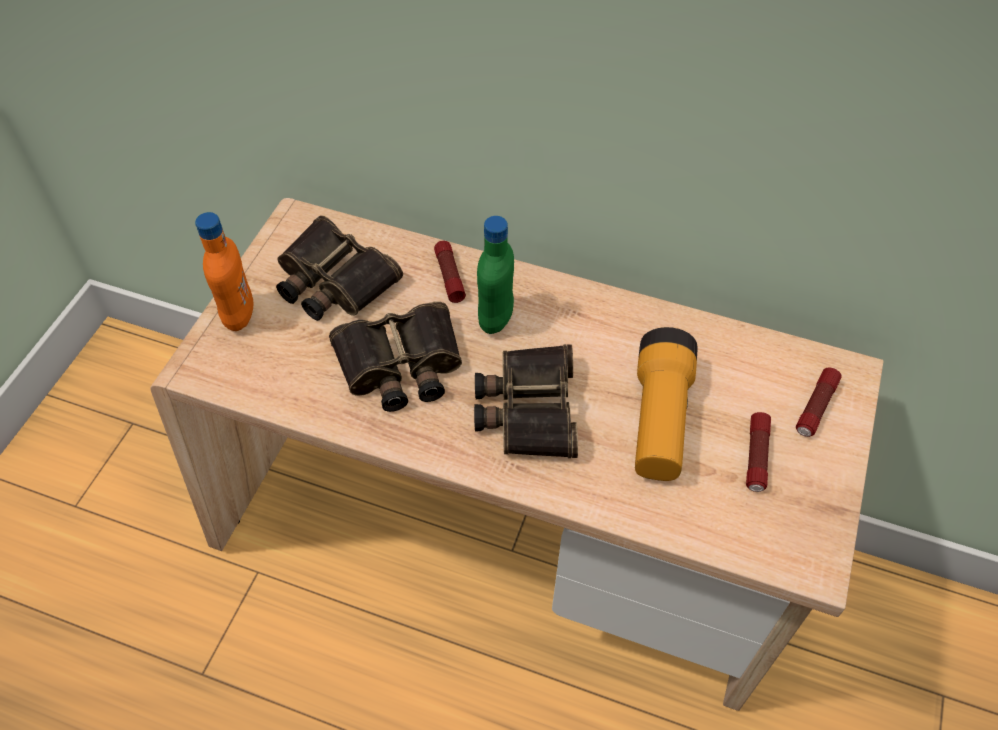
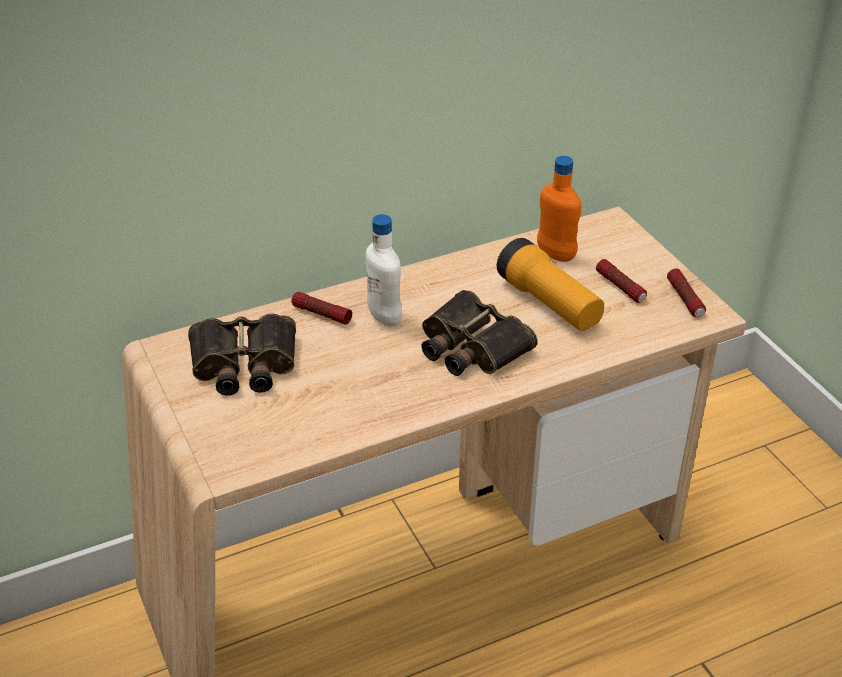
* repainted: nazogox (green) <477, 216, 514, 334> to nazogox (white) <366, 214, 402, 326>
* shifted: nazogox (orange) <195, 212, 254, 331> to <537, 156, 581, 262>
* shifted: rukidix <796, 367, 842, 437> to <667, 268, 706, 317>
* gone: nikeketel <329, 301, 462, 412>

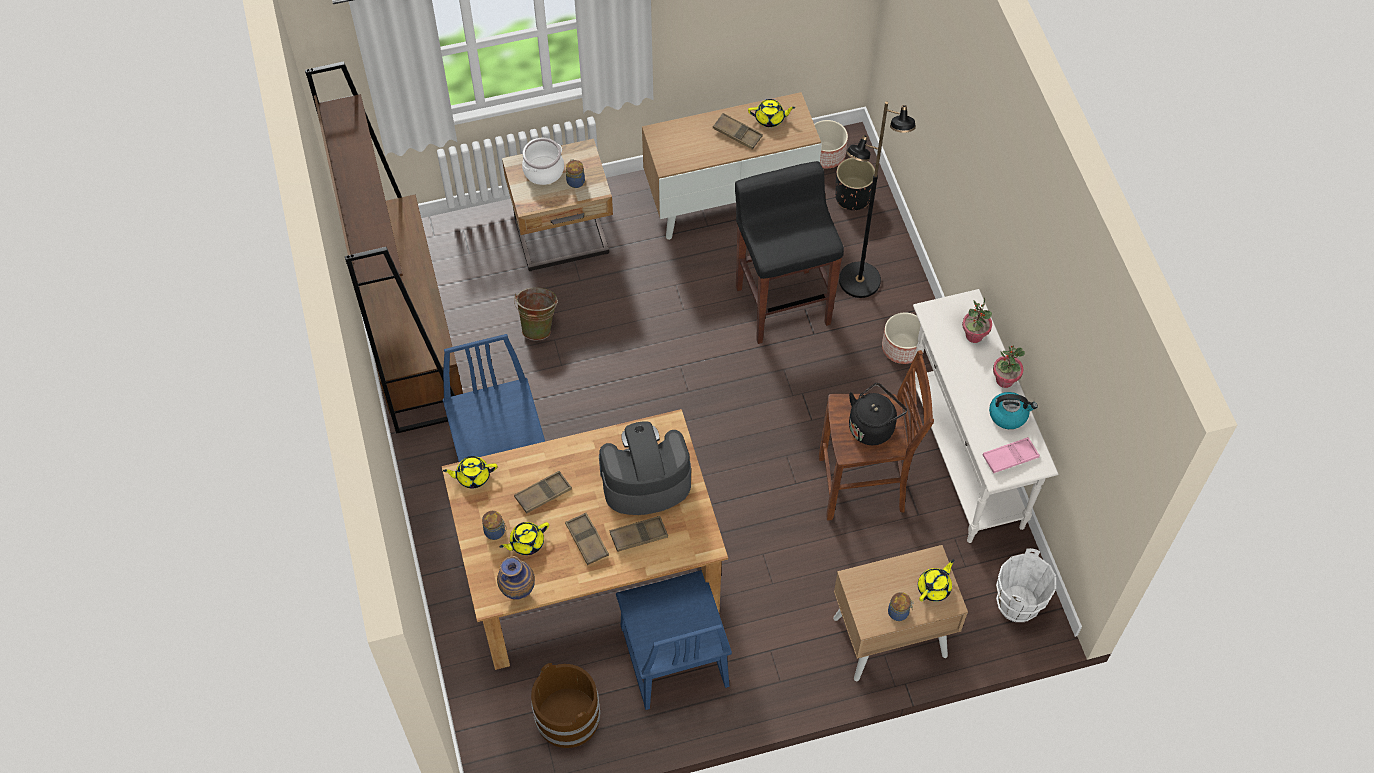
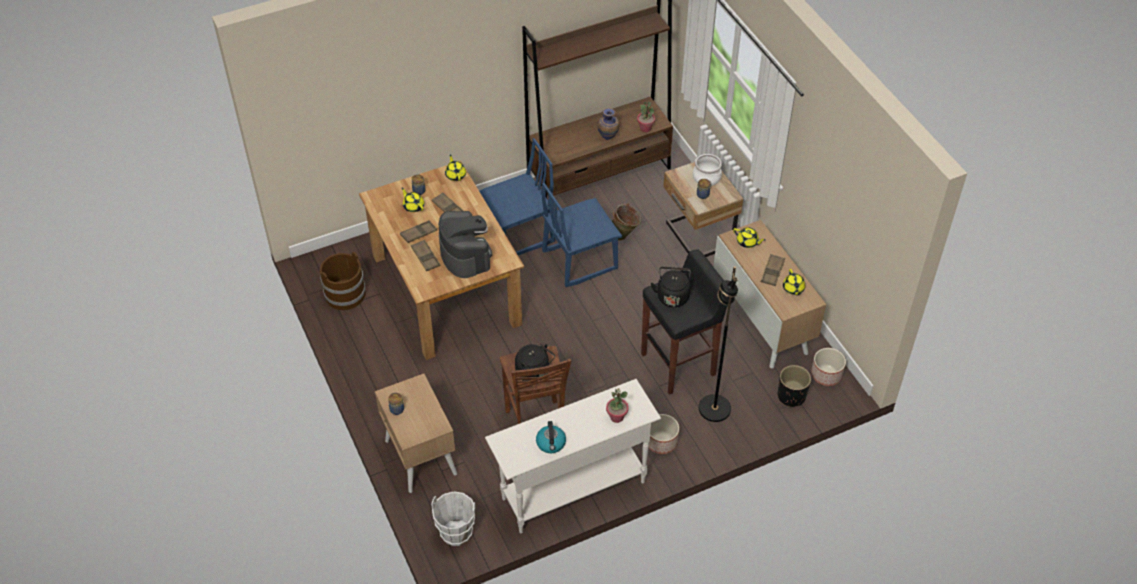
* shifted: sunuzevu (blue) <616, 570, 732, 710> to <542, 183, 622, 287>
* shifted: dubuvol <497, 556, 535, 600> to <597, 108, 619, 140>
* shifted: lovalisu <993, 345, 1025, 388> to <637, 102, 655, 132>
* new: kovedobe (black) <651, 267, 691, 307>
* shifted: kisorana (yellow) <918, 559, 954, 602> to <733, 227, 765, 248>
* gone: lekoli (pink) <983, 437, 1040, 473>

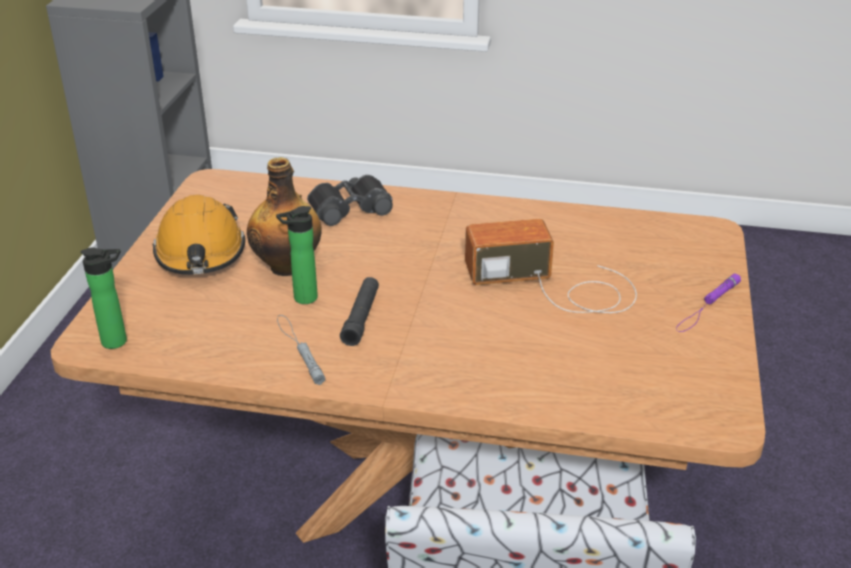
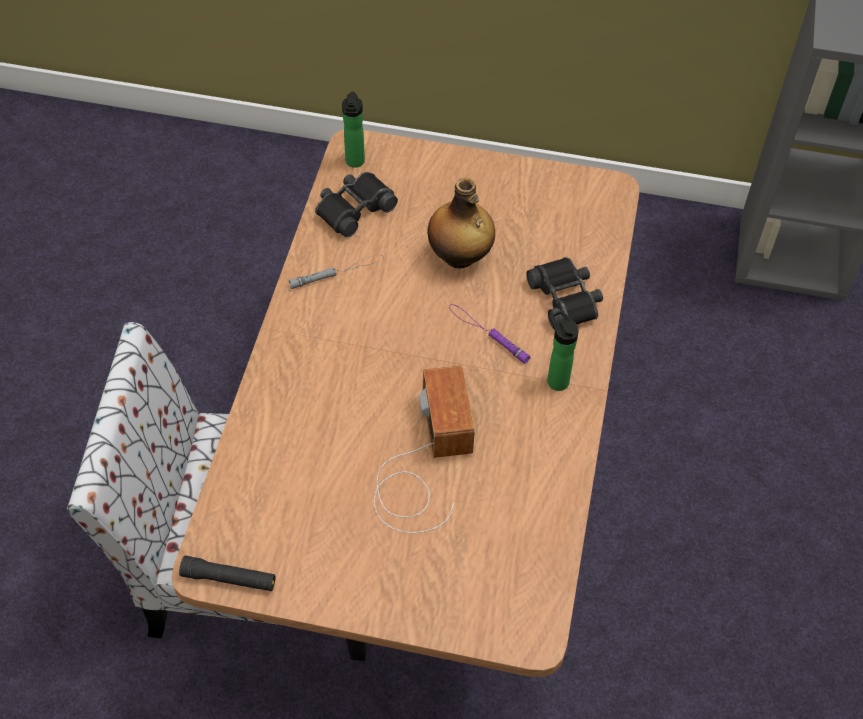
* shifted: rukidix (black) <340, 277, 379, 346> to <179, 556, 276, 591>
* new: nikeketel (black) <315, 172, 398, 238>
* shifted: rukidix (purple) <676, 273, 741, 332> to <449, 304, 530, 364>
* shifted: nazogox <276, 206, 318, 304> to <547, 310, 579, 391>
* gone: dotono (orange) <152, 195, 245, 275>

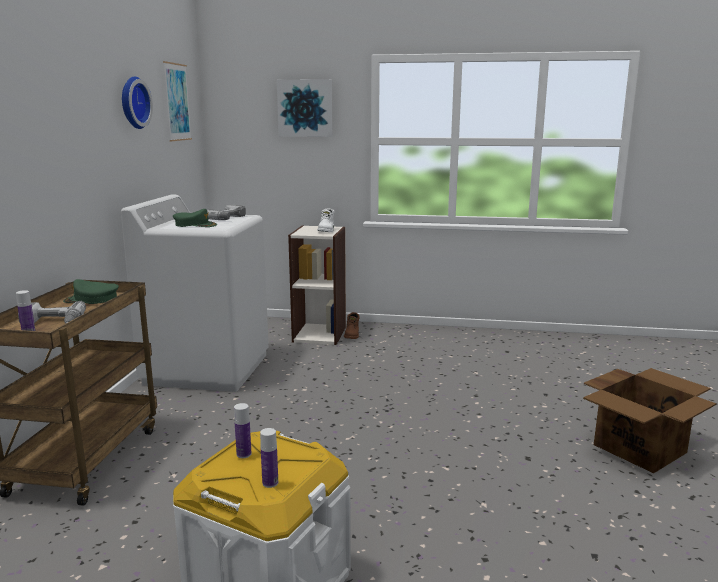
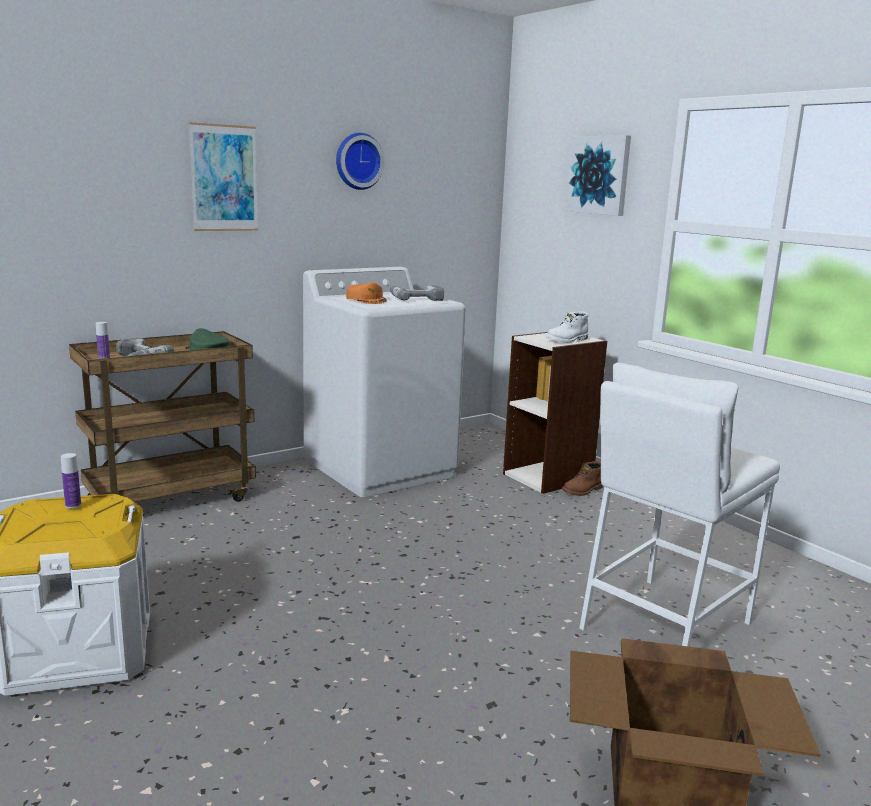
* shifted: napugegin <163, 61, 192, 141> to <189, 122, 258, 231>
* repainted: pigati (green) <173, 209, 217, 227> to pigati (orange) <346, 283, 387, 304>
* new: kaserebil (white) <579, 363, 780, 647>
* gone: nazogox <260, 428, 278, 488>

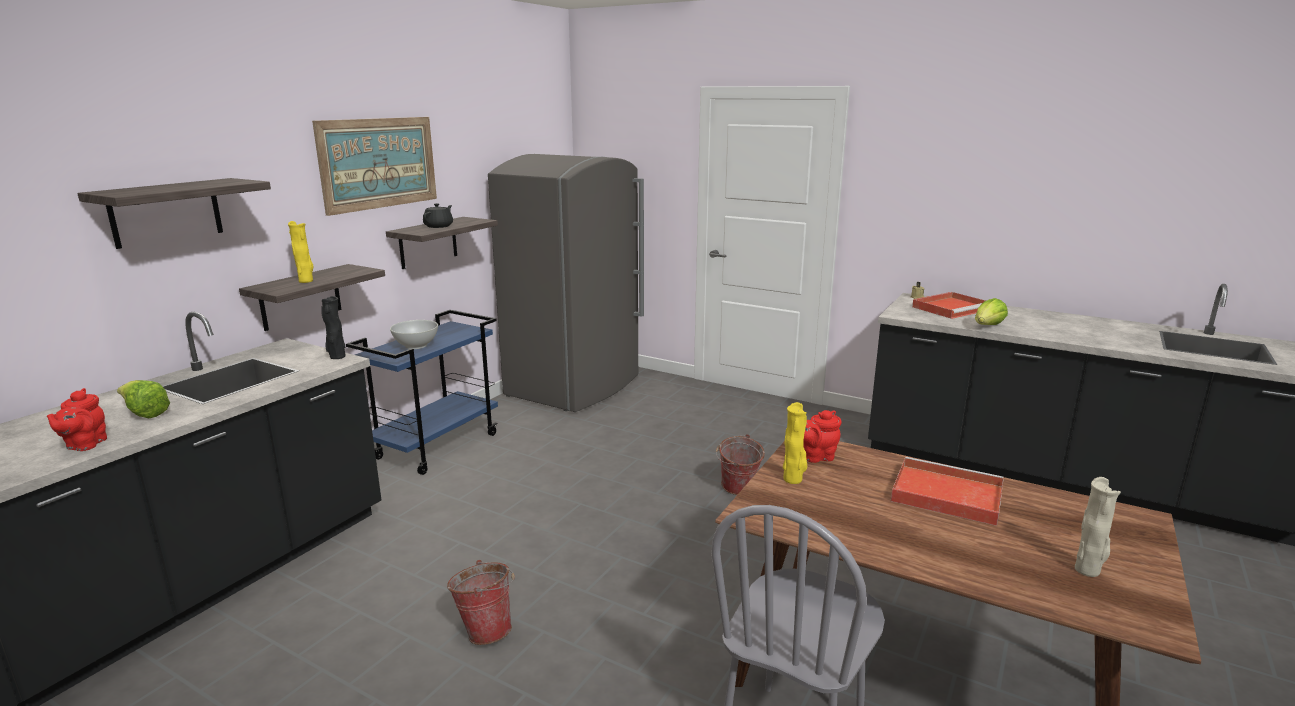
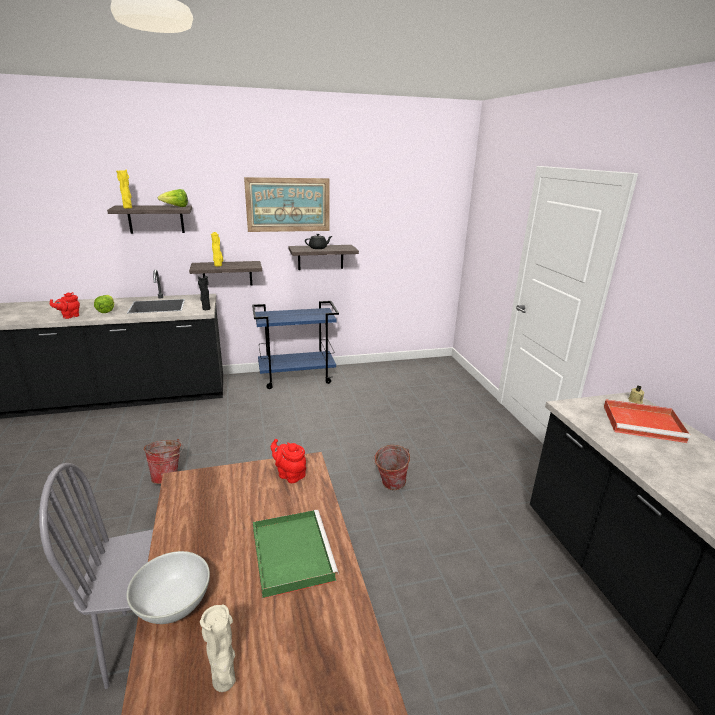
* shifted: dubuvol (yellow) <783, 402, 807, 484> to <116, 170, 132, 209>
* shifted: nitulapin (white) <390, 320, 438, 349> to <126, 551, 210, 624>
* shifted: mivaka <975, 298, 1008, 325> to <158, 189, 188, 207>
* repainted: lekoli (red) <891, 457, 1004, 526> to lekoli (green) <253, 510, 339, 599>
* gone: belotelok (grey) <488, 154, 644, 412>

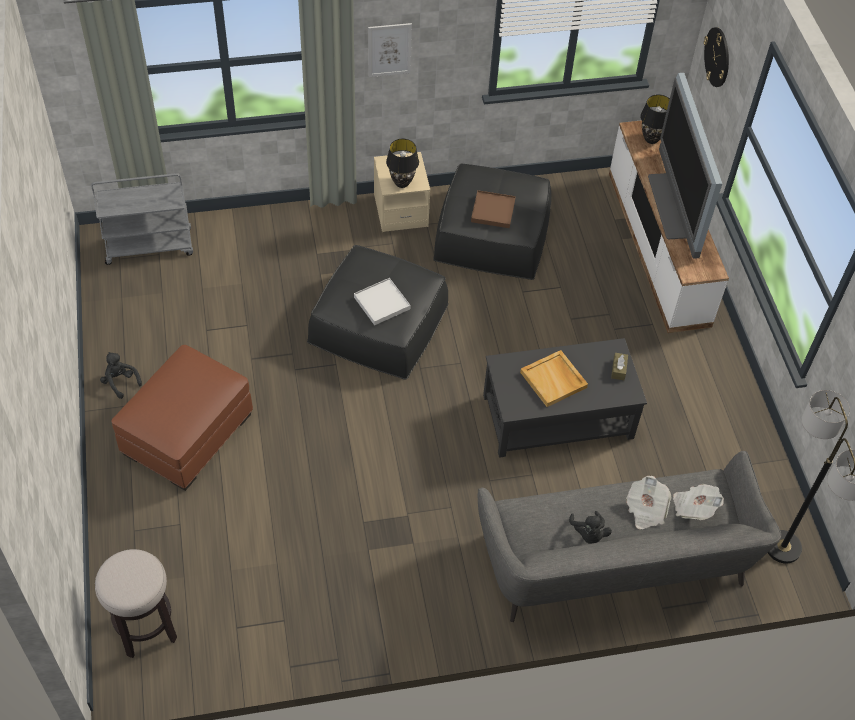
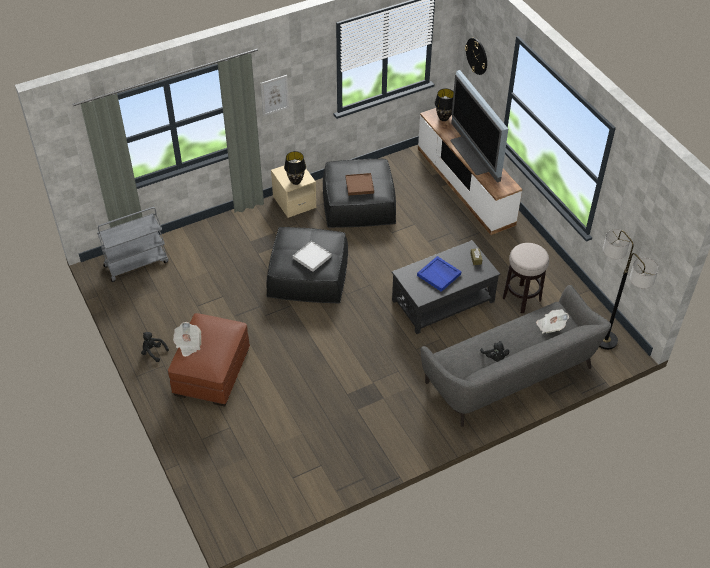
* shifted: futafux <626, 476, 672, 529> to <173, 322, 201, 357>
* repainted: lekoli (beige) <520, 350, 588, 407> to lekoli (blue) <417, 256, 462, 292>
* shifted: kaserebil <95, 549, 177, 658> to <503, 243, 549, 313>

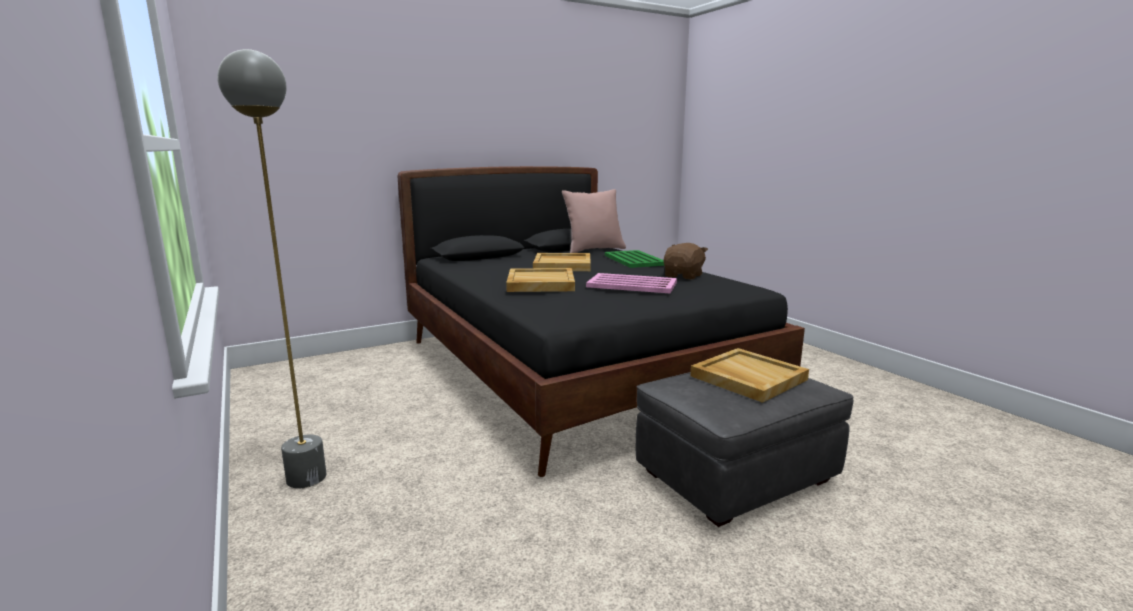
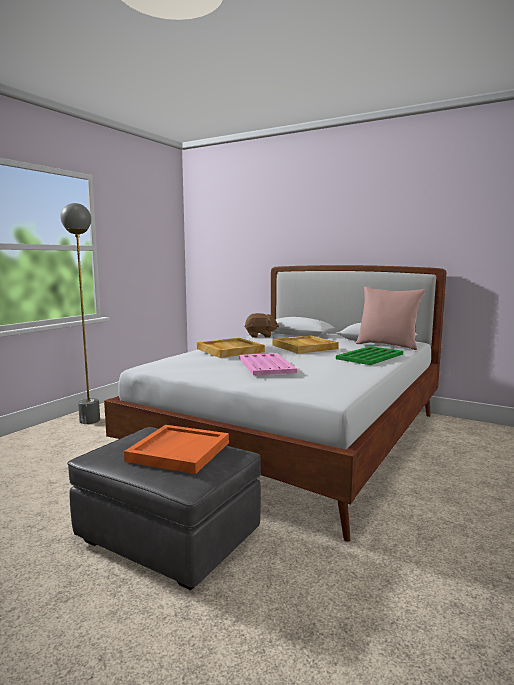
* repainted: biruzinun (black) <397, 166, 805, 477> to biruzinun (white) <104, 265, 447, 542>
* repainted: lekoli (beige) <690, 348, 809, 403> to lekoli (orange) <124, 425, 229, 474>
* shifted: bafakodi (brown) <663, 243, 708, 280> to <245, 313, 279, 338>

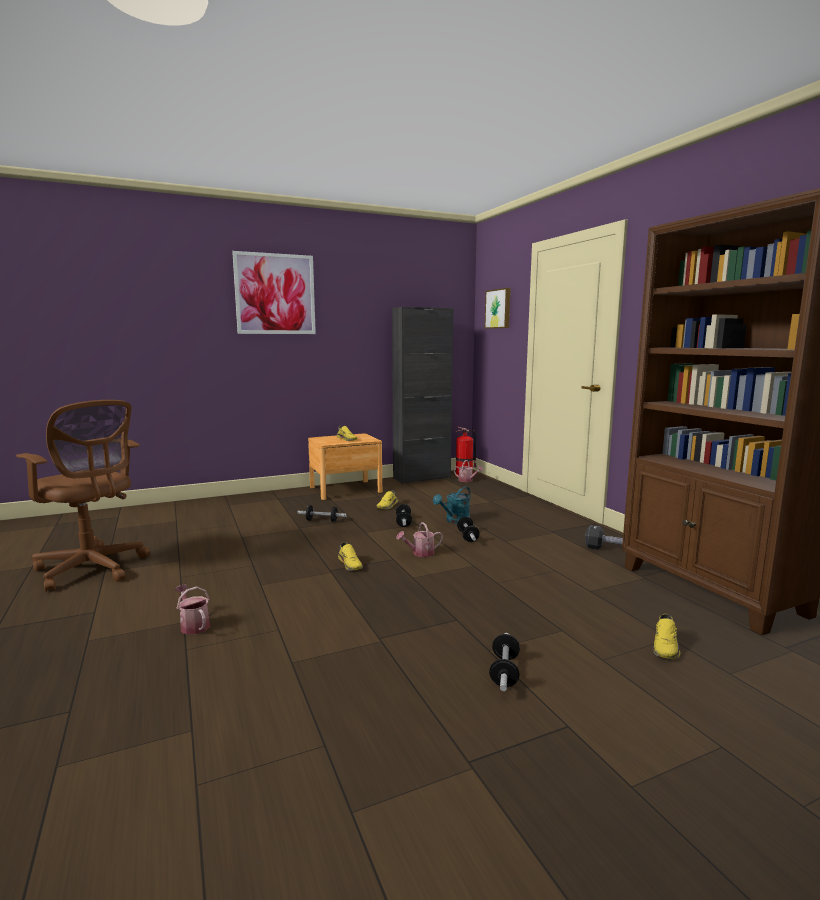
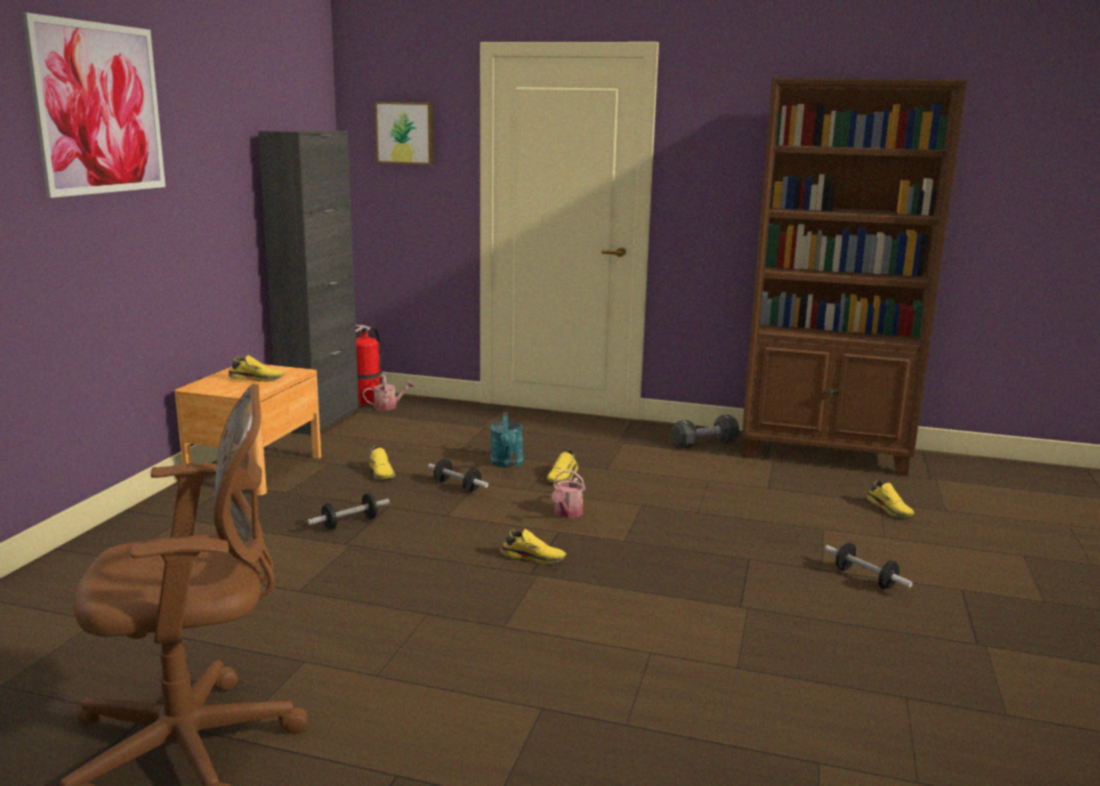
* swapped: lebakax <457, 517, 480, 542> to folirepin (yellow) <547, 450, 578, 483>
* gone: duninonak <175, 584, 210, 635>

